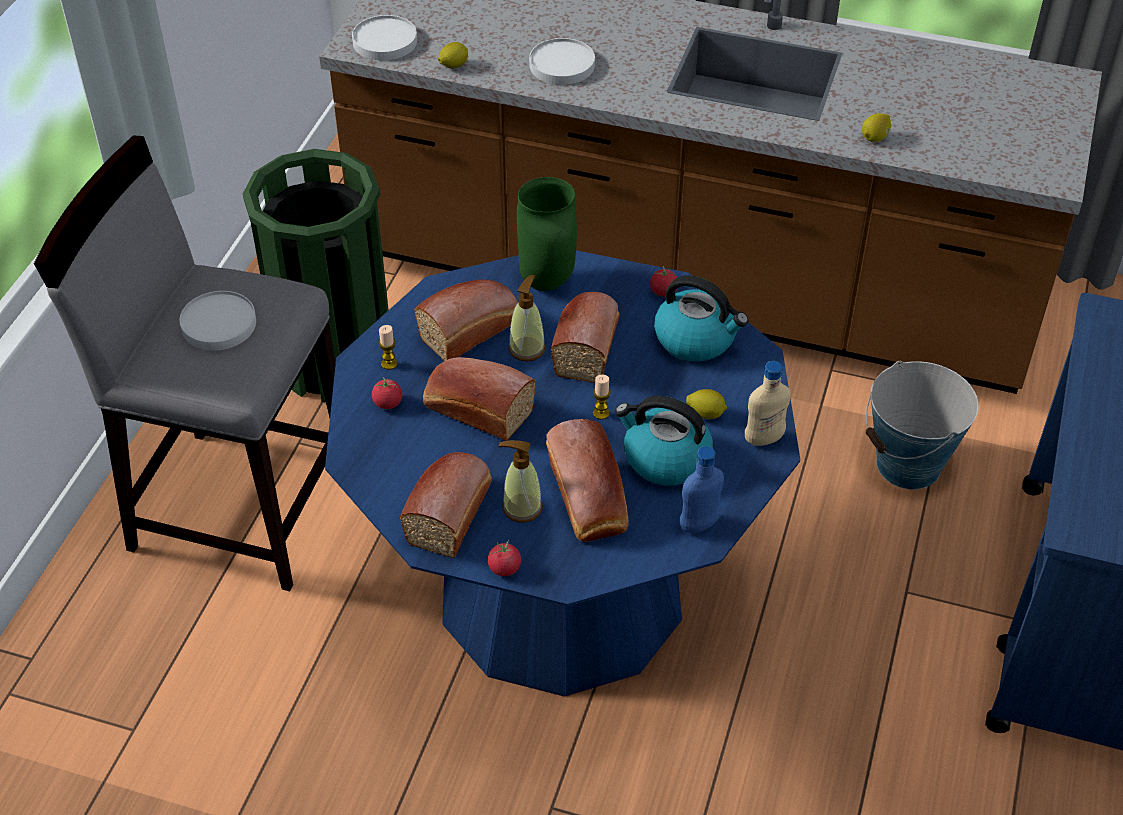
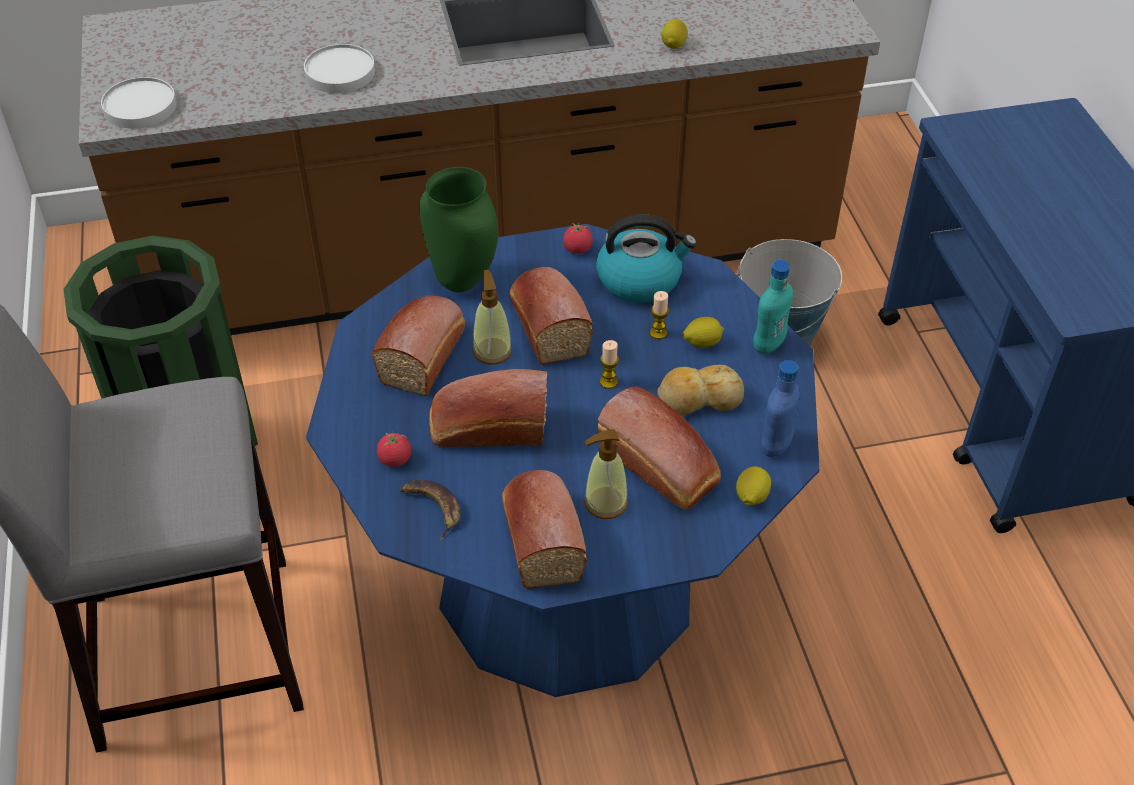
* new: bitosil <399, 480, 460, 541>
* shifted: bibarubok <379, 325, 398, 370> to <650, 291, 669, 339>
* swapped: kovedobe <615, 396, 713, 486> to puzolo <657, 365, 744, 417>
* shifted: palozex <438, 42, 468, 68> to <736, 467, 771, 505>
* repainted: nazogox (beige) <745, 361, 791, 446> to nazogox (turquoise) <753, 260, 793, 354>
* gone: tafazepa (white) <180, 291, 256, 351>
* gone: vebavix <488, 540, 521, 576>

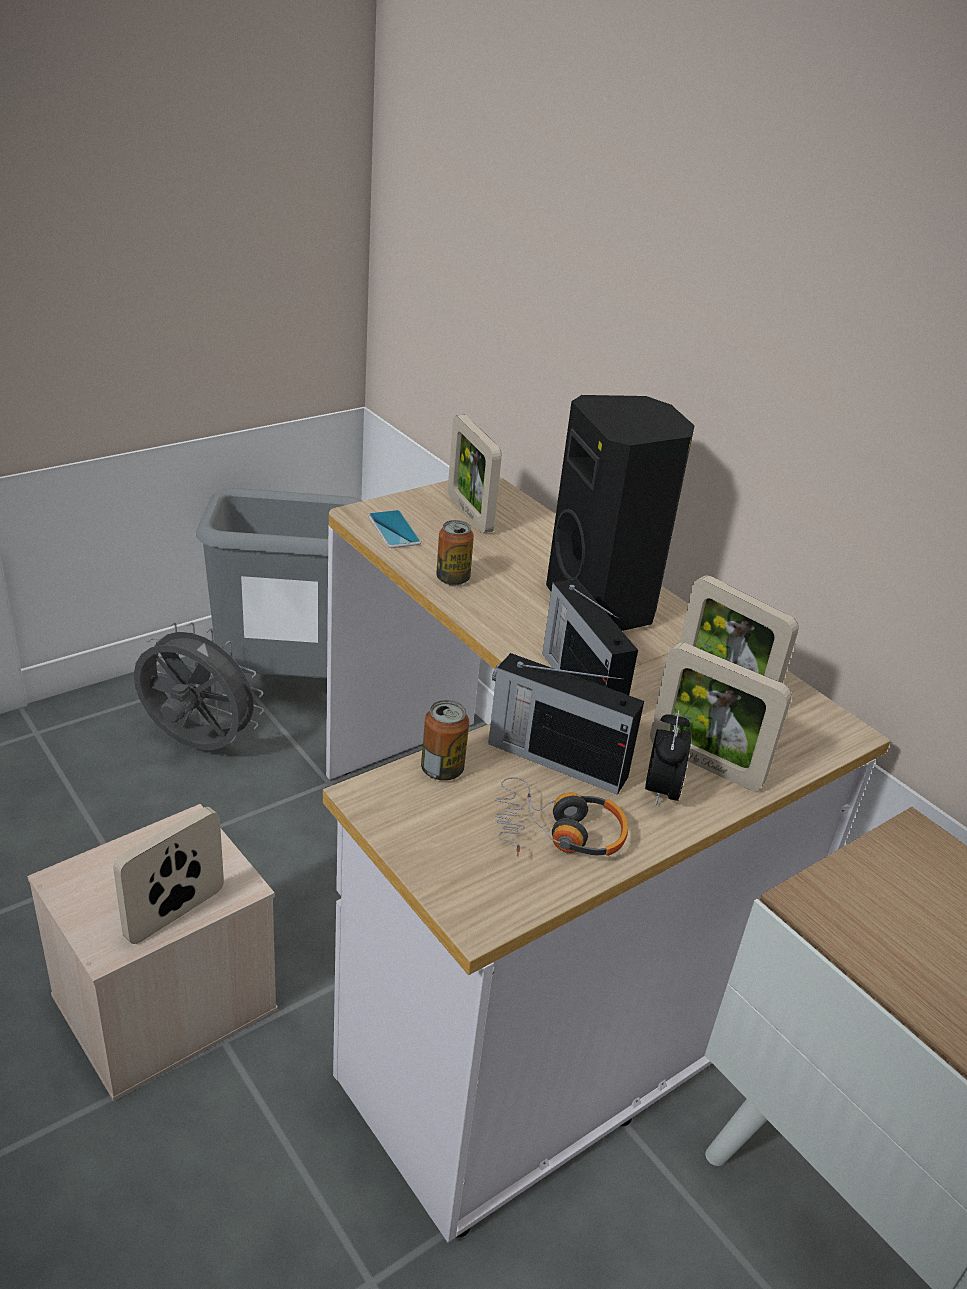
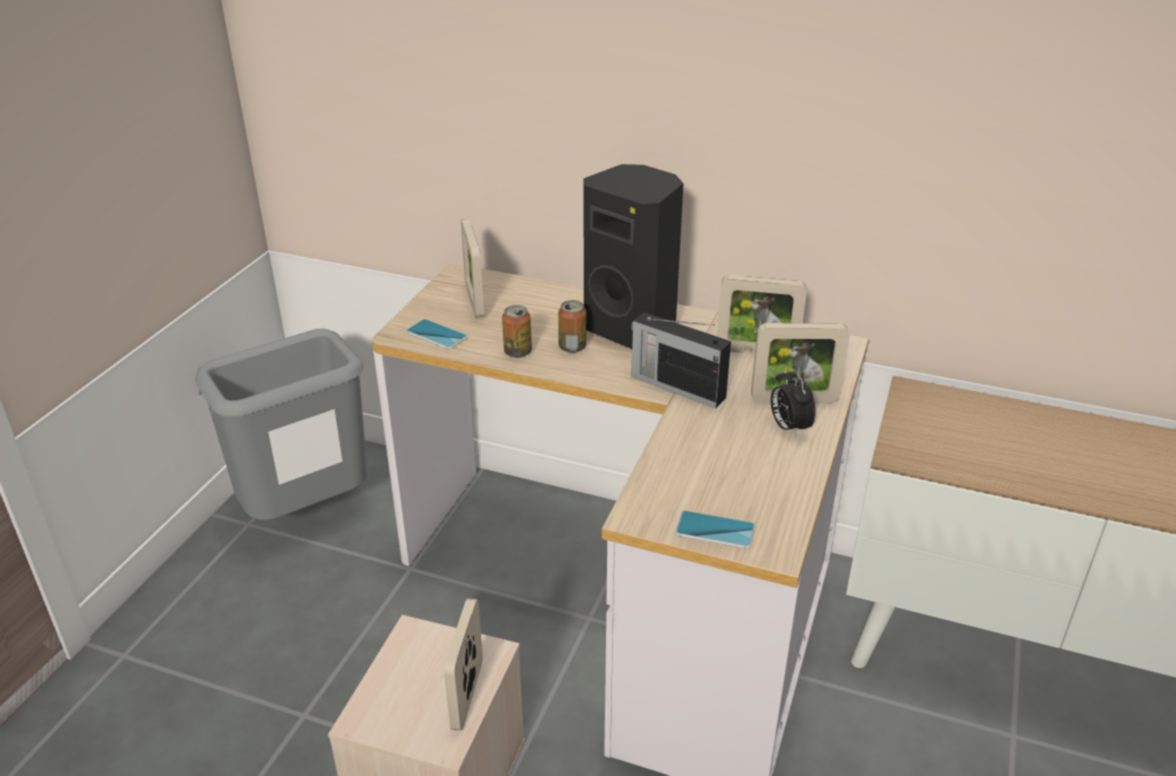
* rotated: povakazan <448, 415, 501, 533> = <461, 219, 484, 318> 45 degrees clockwise
* shifted: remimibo <421, 700, 469, 781> to <558, 300, 586, 353>
* new: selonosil <675, 510, 756, 549>
* gone: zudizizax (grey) <134, 622, 264, 750>
* gone: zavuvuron <488, 653, 644, 795>
* gone: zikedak <495, 777, 628, 856>

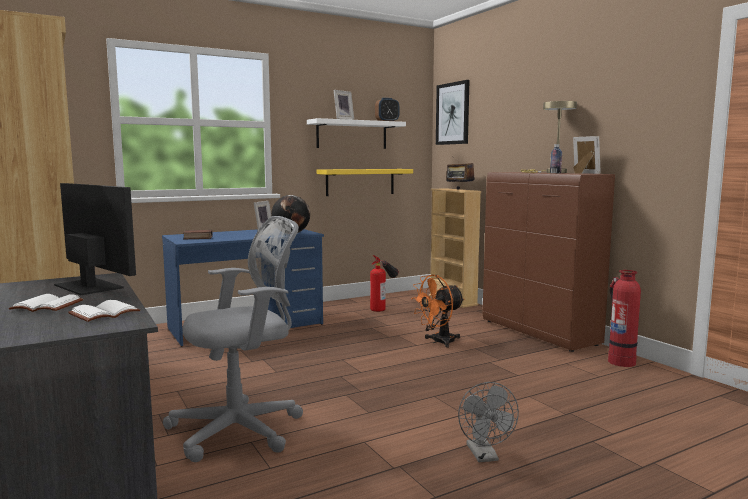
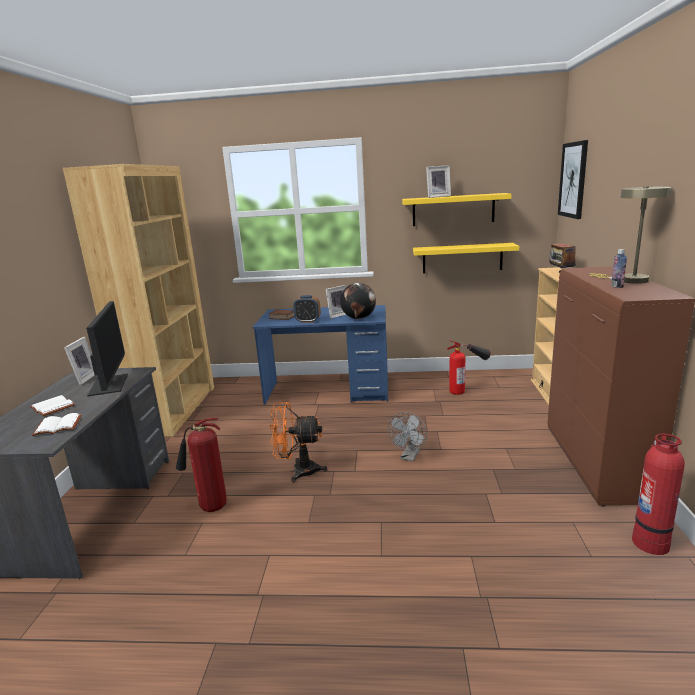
* shifted: povakazan <573, 136, 601, 174> to <64, 337, 94, 385>
* swapped: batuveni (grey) <163, 216, 303, 462> to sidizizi <176, 418, 227, 512>
* shifted: zudizizax (orange) <411, 275, 465, 348> to <270, 402, 328, 483>
* shifted: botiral <375, 98, 399, 121> to <293, 295, 321, 323>
* shifted: zudizizax (grey) <458, 382, 519, 462> to <388, 412, 427, 461>
* repainted: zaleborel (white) <307, 118, 406, 149> to zaleborel (yellow) <402, 193, 512, 226>

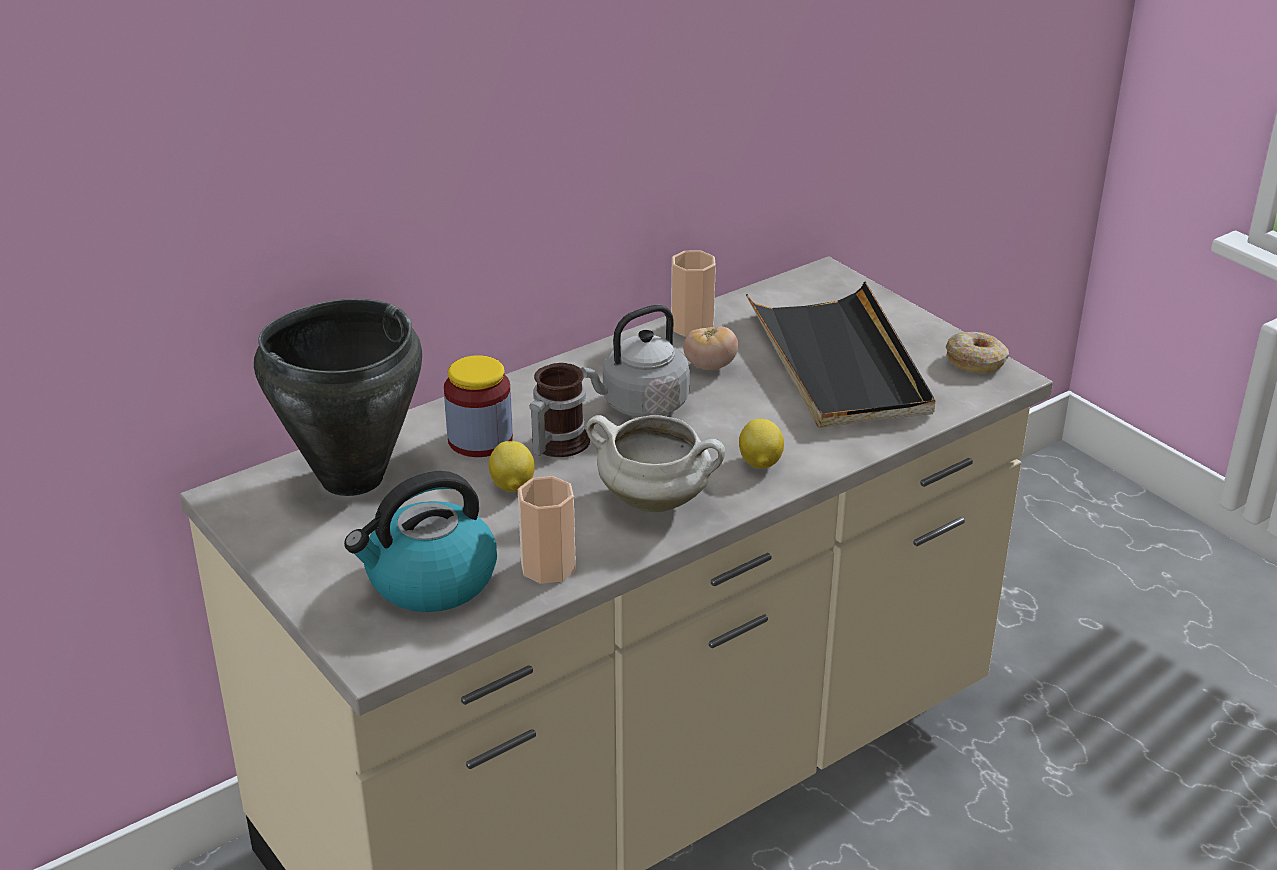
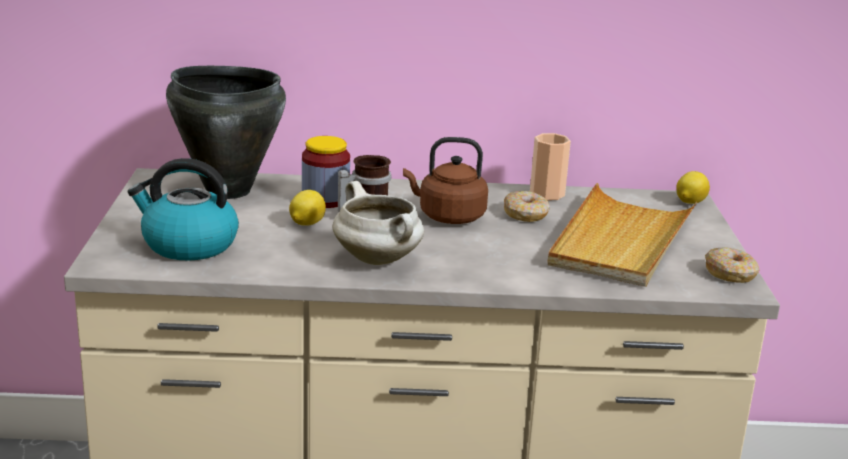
* repainted: kovedobe (grey) <581, 305, 690, 417> to kovedobe (brown) <403, 137, 488, 224>
* swapped: vebavix <683, 326, 738, 370> to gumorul <504, 191, 550, 222>
* repainted: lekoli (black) <746, 282, 936, 428> to lekoli (beige) <547, 183, 697, 287>
* shifted: palozex <739, 419, 784, 469> to <676, 171, 710, 204>
* gone: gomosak <518, 476, 576, 584>

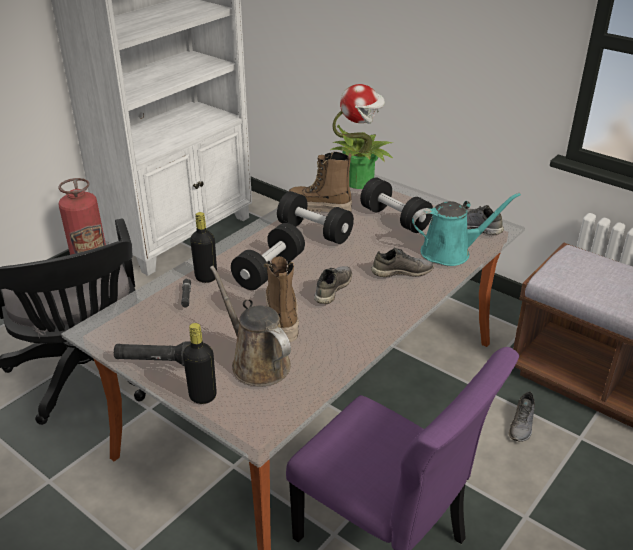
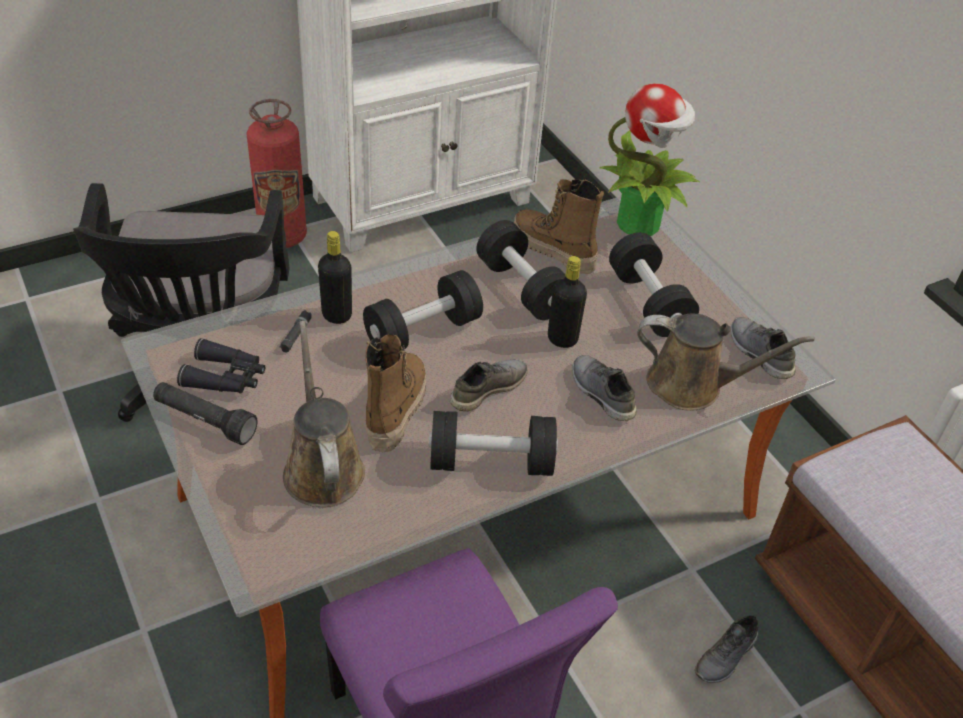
* new: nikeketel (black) <177, 338, 265, 393>
* new: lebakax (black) <429, 411, 558, 476>
* shifted: nazogox (black) <183, 323, 217, 404> to <548, 256, 587, 348>
* rotated: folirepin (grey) <371, 247, 434, 277> = <572, 355, 637, 421> 135 degrees counterclockwise
* repainted: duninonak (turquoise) <412, 193, 521, 266> to duninonak (brown) <637, 314, 814, 411>

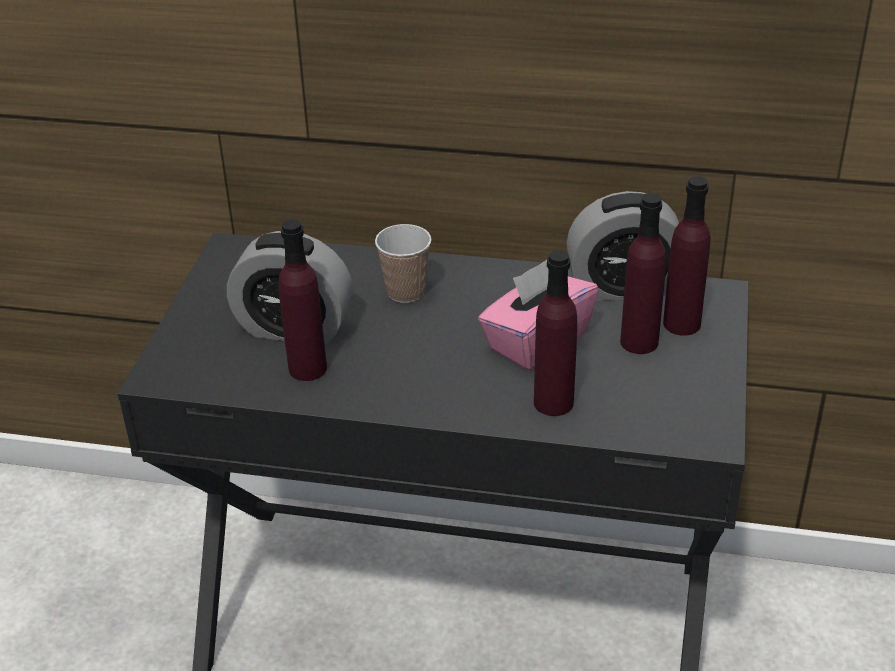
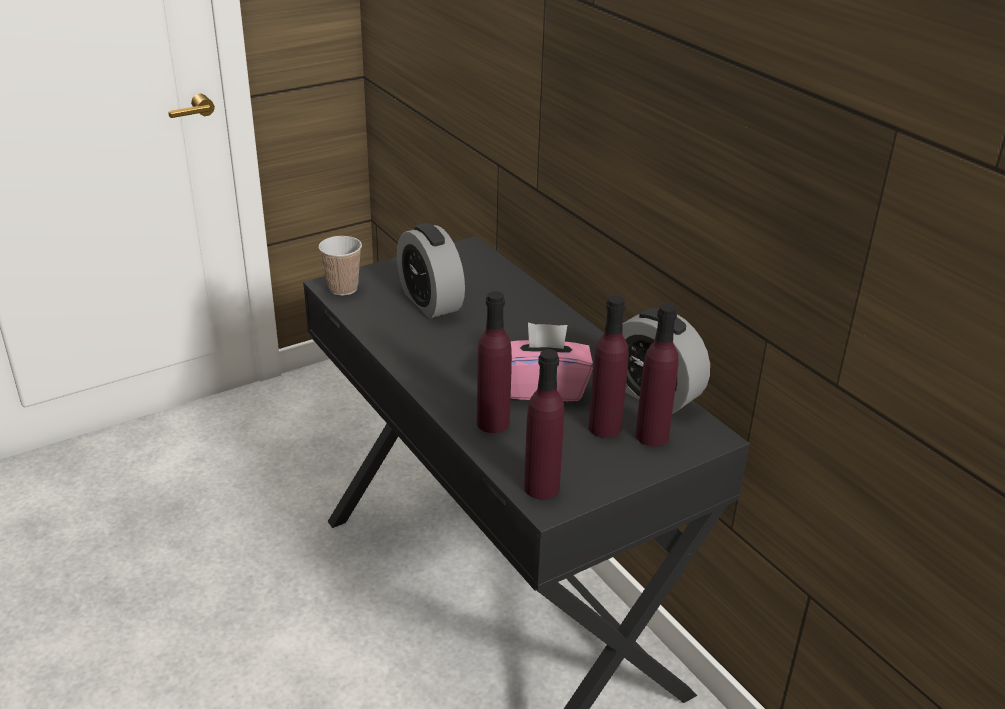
* shifted: gomosak <375, 224, 431, 303> to <318, 236, 362, 296>
* shifted: nazogox (purple) <278, 219, 327, 381> to <524, 349, 564, 500>

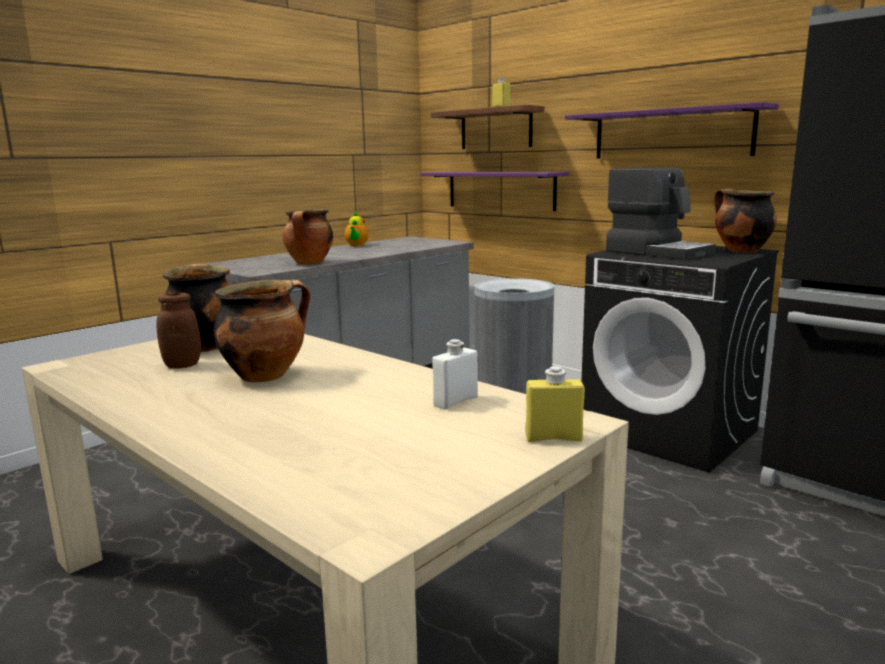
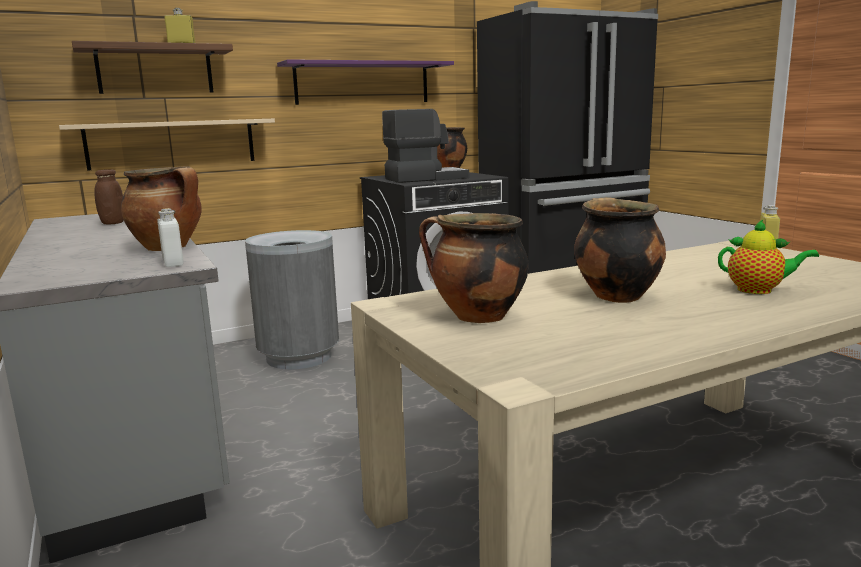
* repainted: zaleborel (purple) <420, 172, 569, 211> to zaleborel (beige) <59, 119, 275, 171>
* shifted: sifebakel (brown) <157, 293, 201, 369> to <94, 169, 124, 224>
* shifted: nazogox (white) <432, 339, 478, 410> to <157, 208, 184, 267>
* shifted: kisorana <345, 211, 369, 246> to <718, 220, 819, 294>

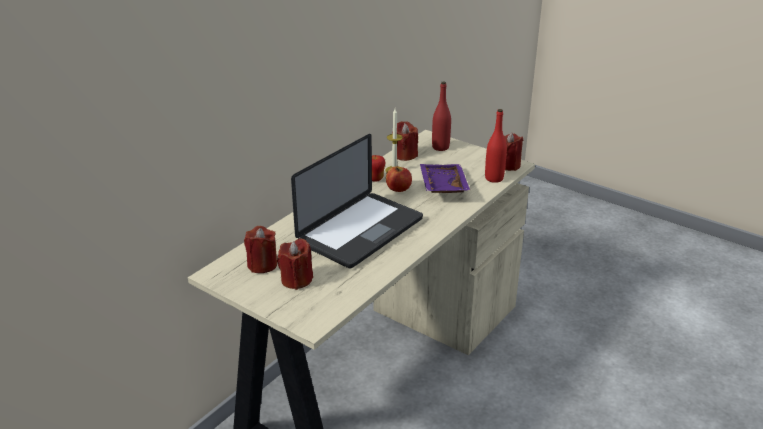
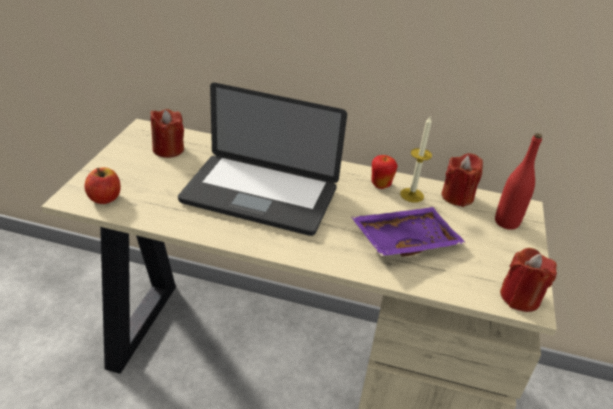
* shifted: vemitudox <386, 167, 412, 192> to <85, 167, 121, 204>
* gone: bibarubok (red) <277, 238, 313, 290>
* gone: nazogox (red) <485, 109, 507, 183>

